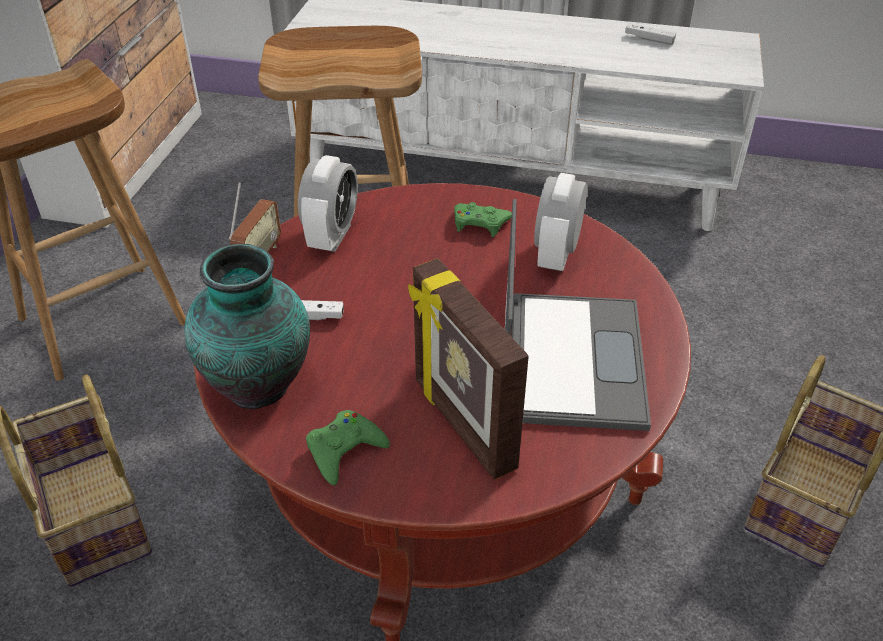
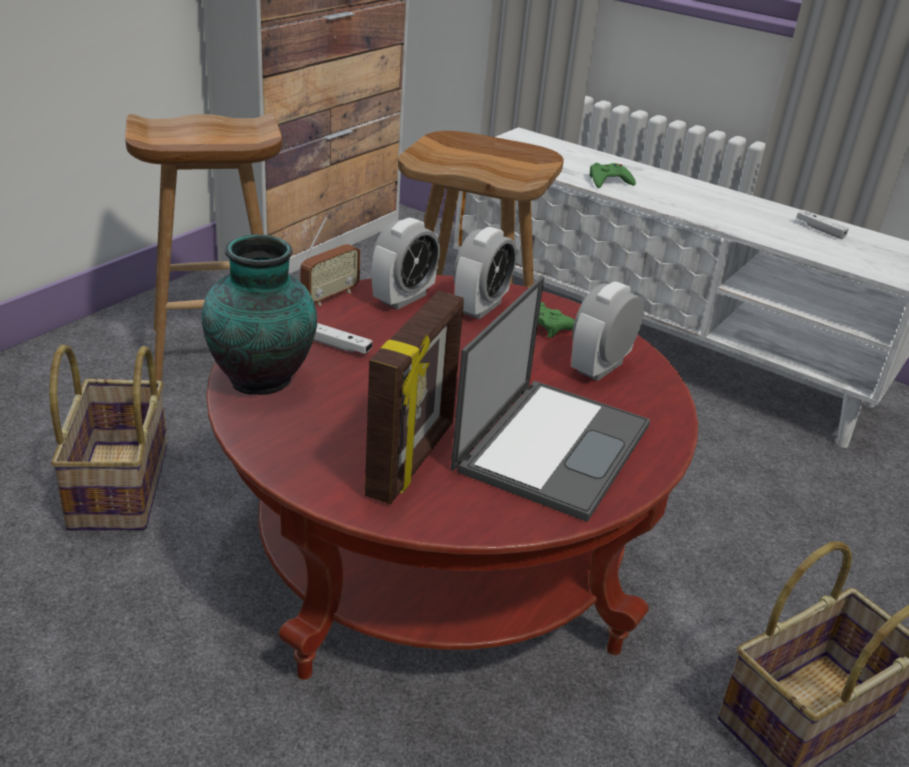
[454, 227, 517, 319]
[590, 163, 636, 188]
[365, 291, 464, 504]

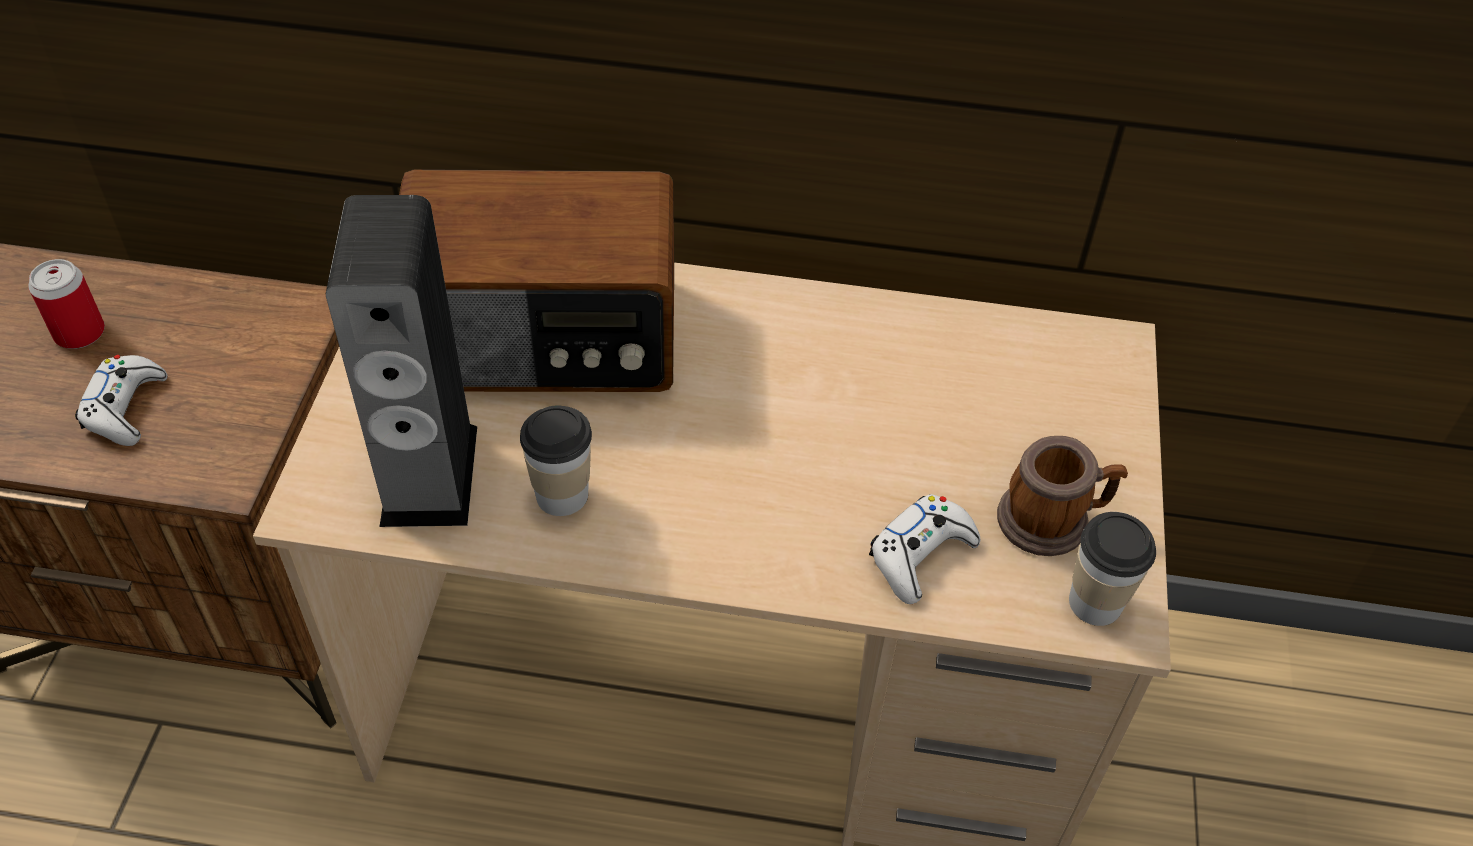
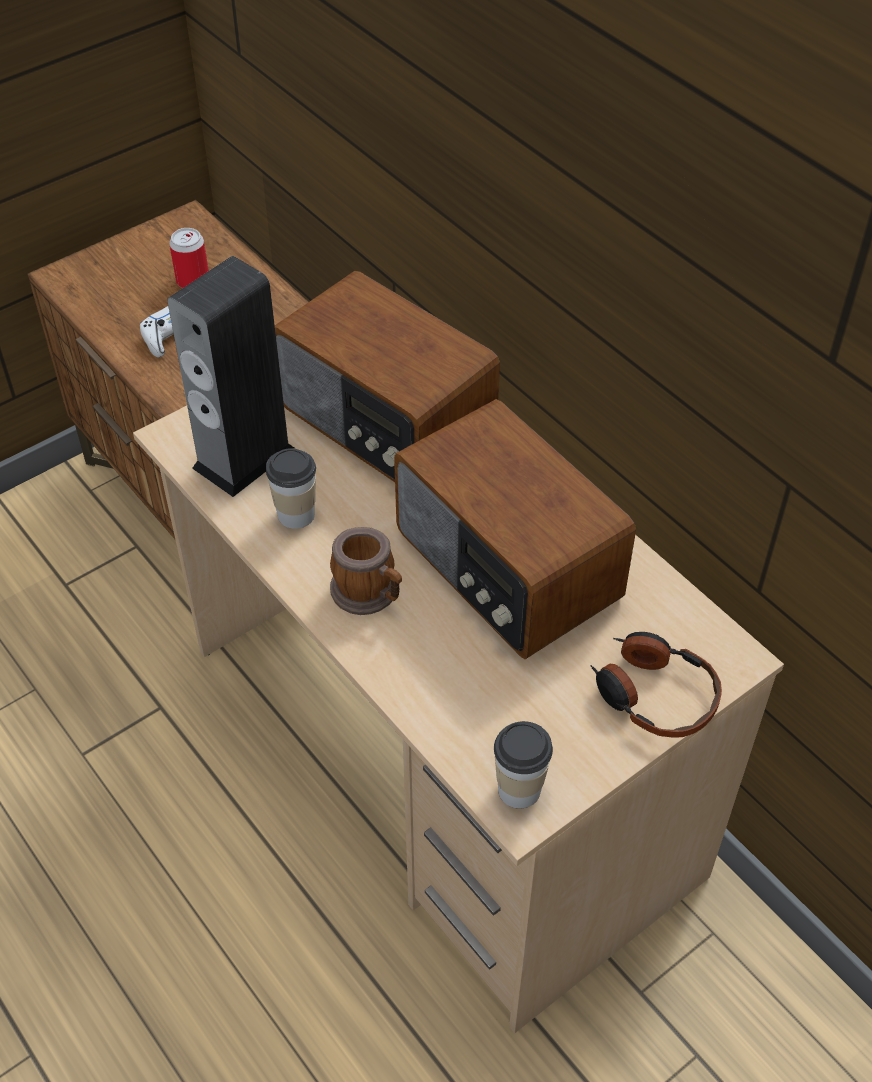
[869, 494, 980, 604] (first image)
[394, 399, 636, 659]
[591, 632, 722, 738]
[330, 527, 402, 615]

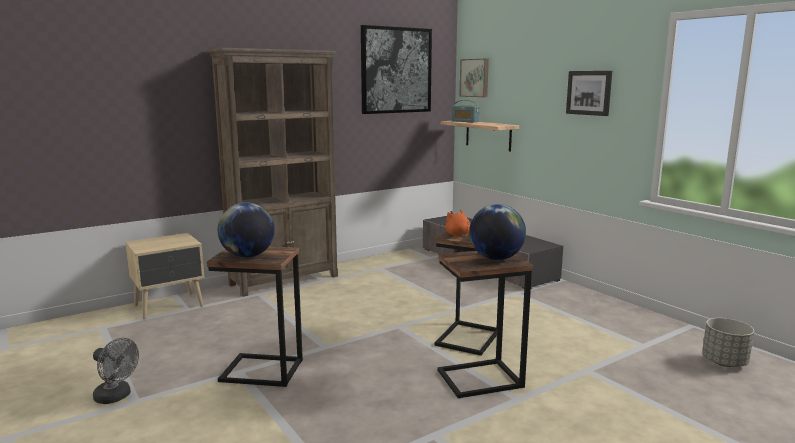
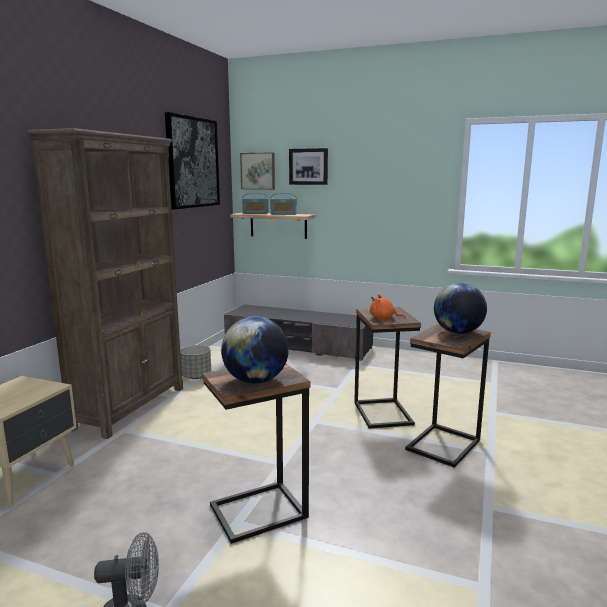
[270, 193, 297, 215]
[289, 148, 328, 185]
[180, 345, 211, 379]

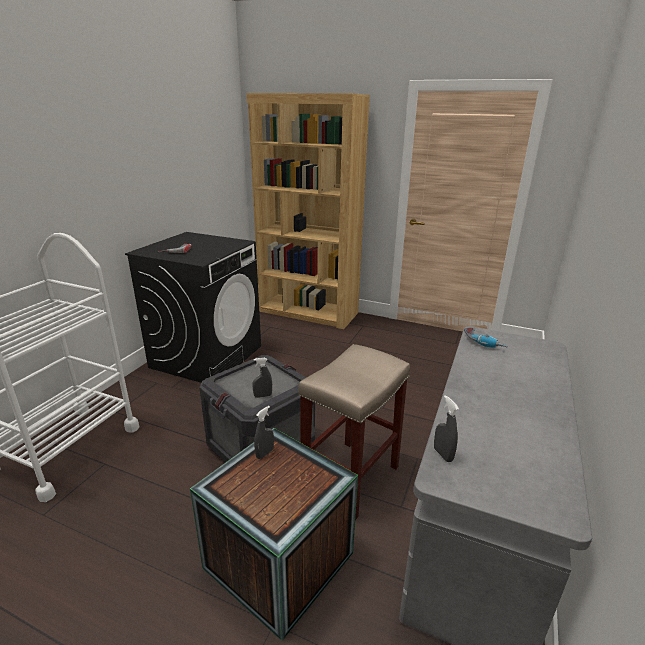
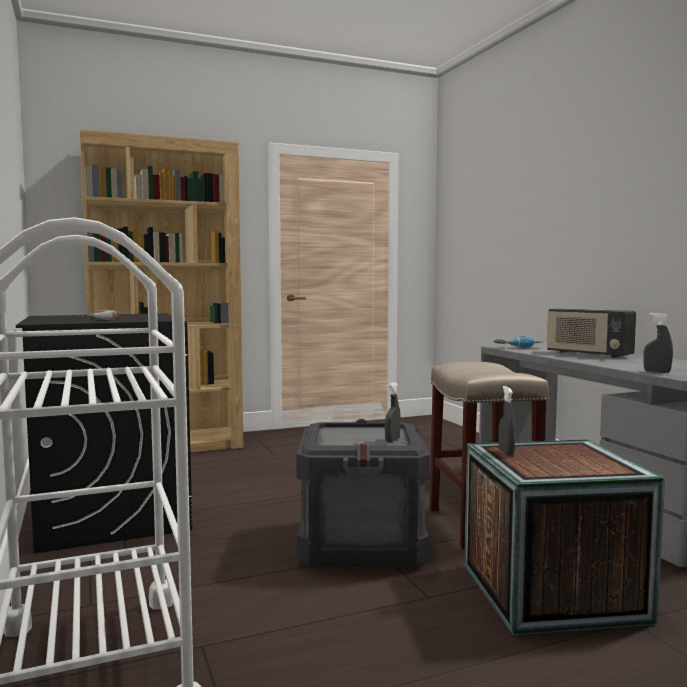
[546, 308, 636, 358]

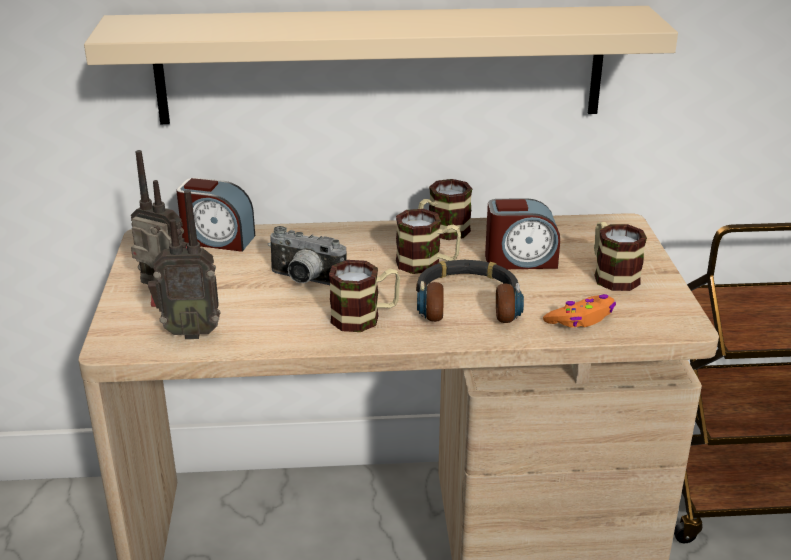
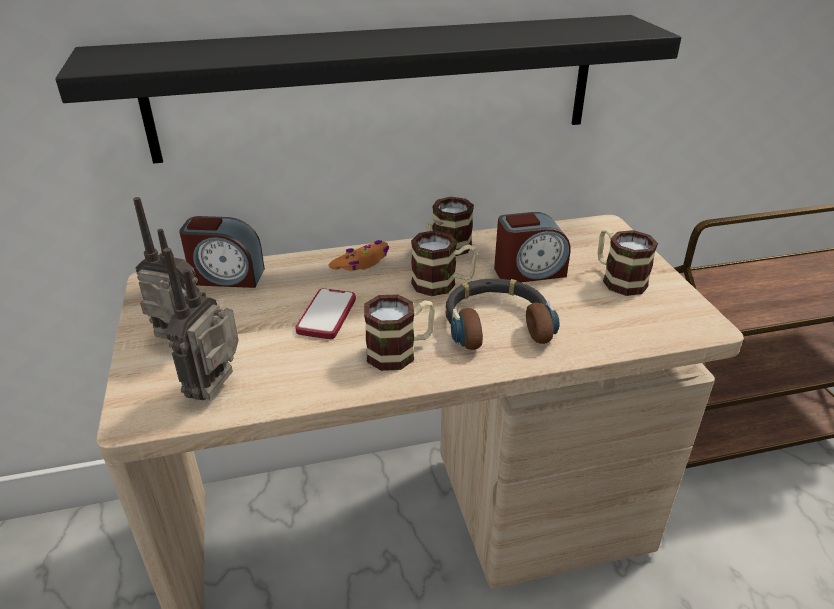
[328, 240, 389, 271]
[295, 288, 356, 339]
[55, 15, 681, 164]
[163, 248, 239, 400]

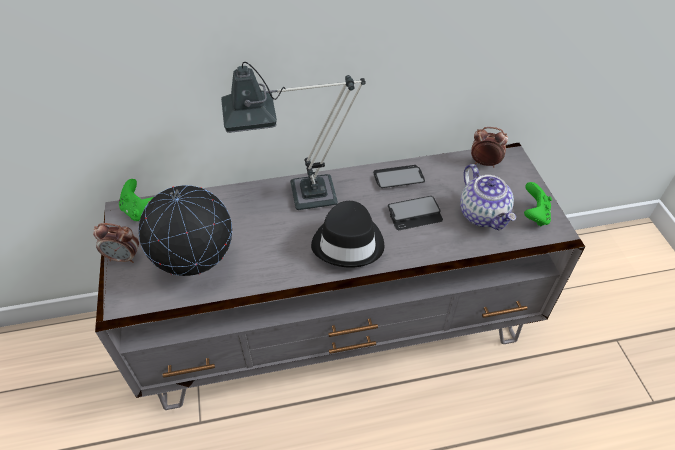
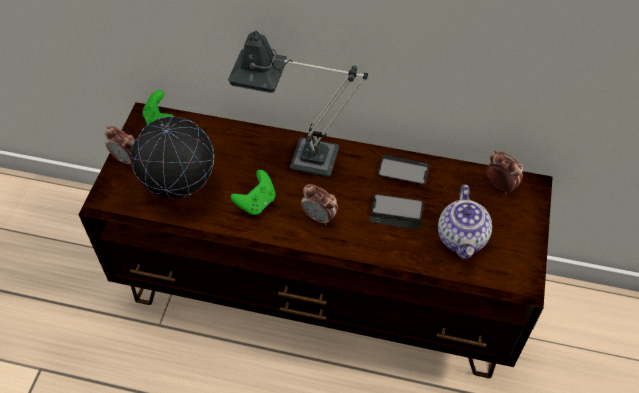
[230, 170, 275, 215]
[301, 184, 338, 226]
[79, 102, 553, 378]

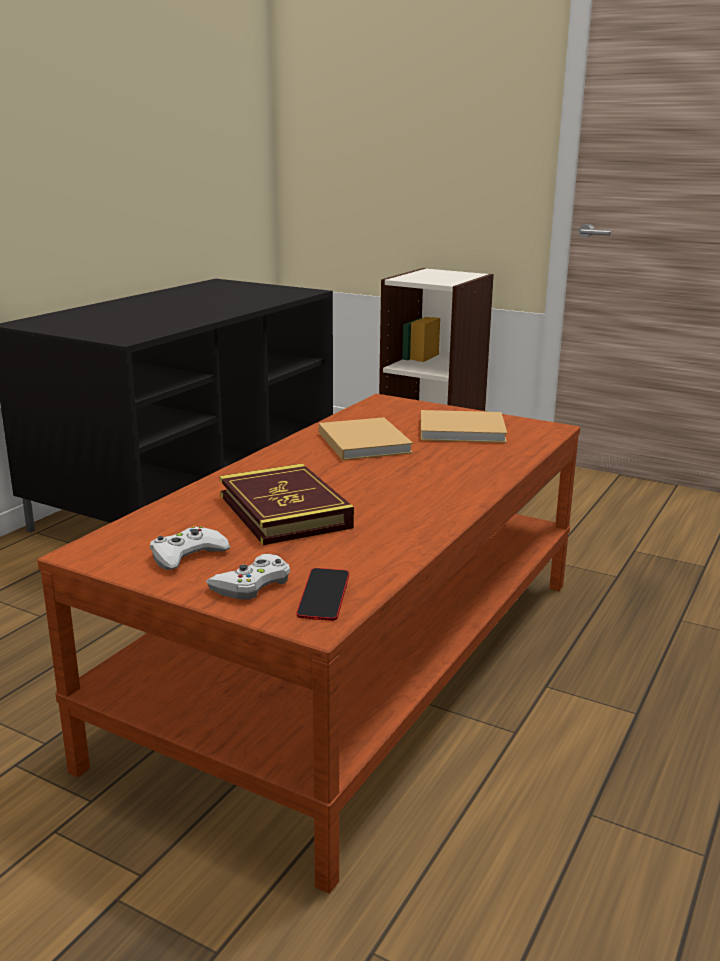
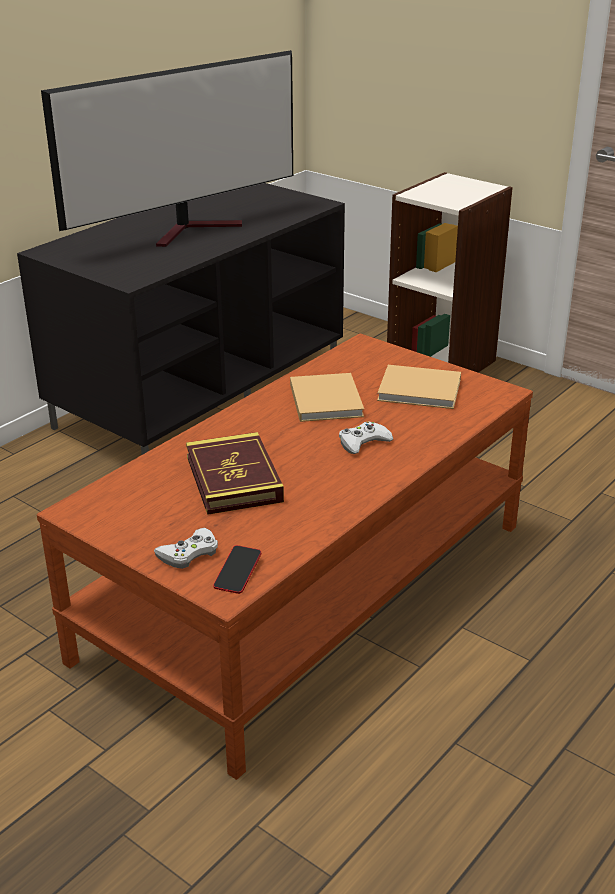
[41, 50, 293, 247]
[339, 421, 393, 454]

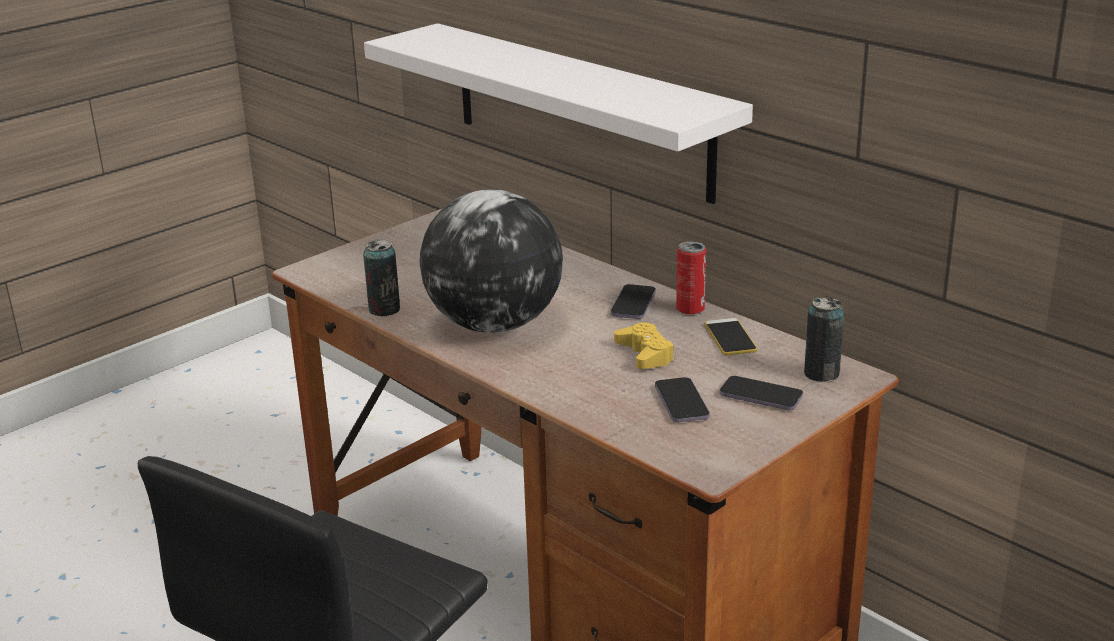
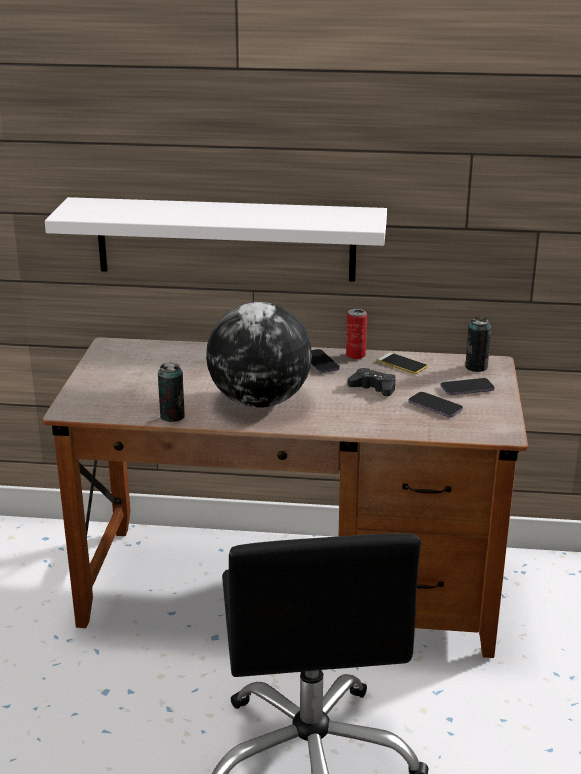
[347, 368, 395, 396]

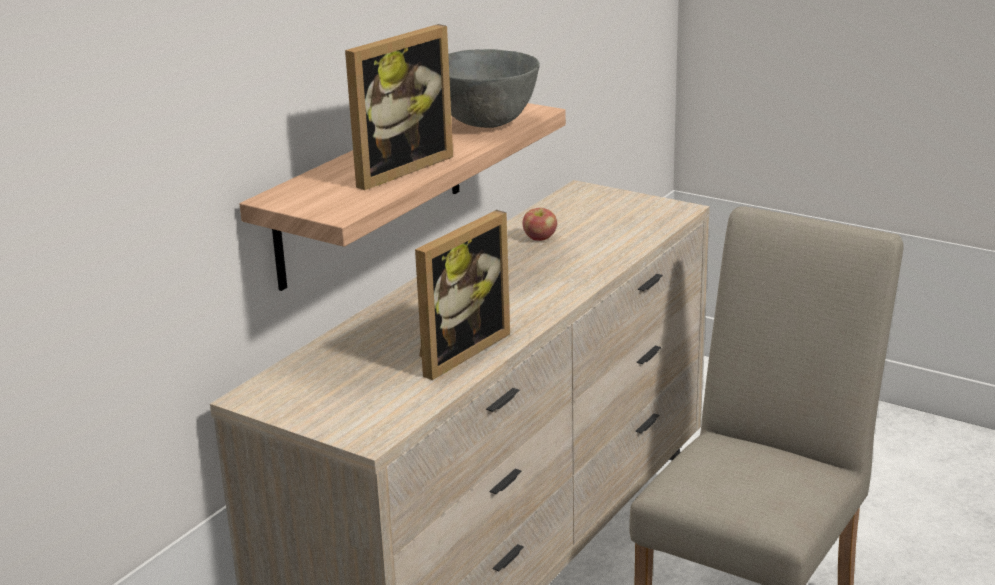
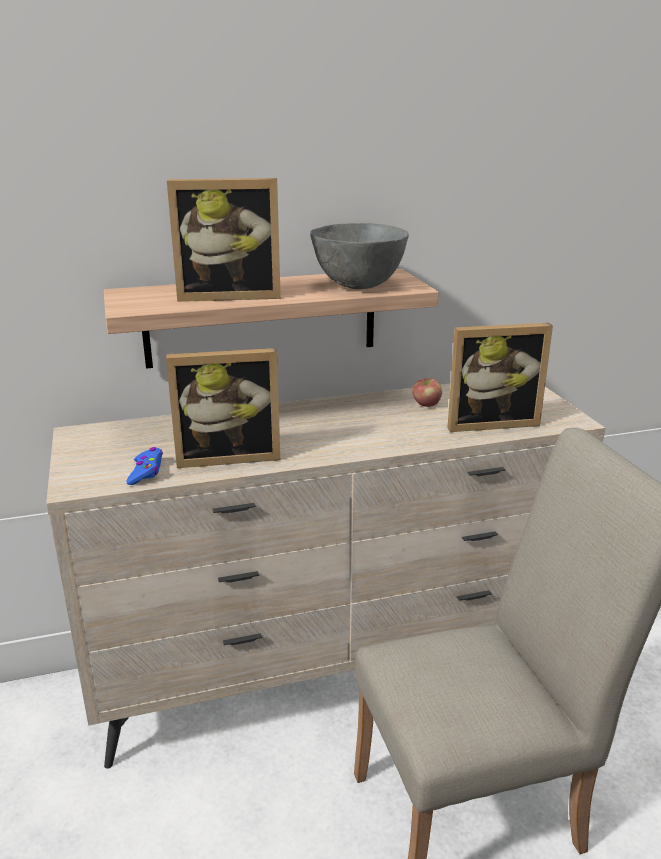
[127, 447, 163, 485]
[447, 323, 553, 432]

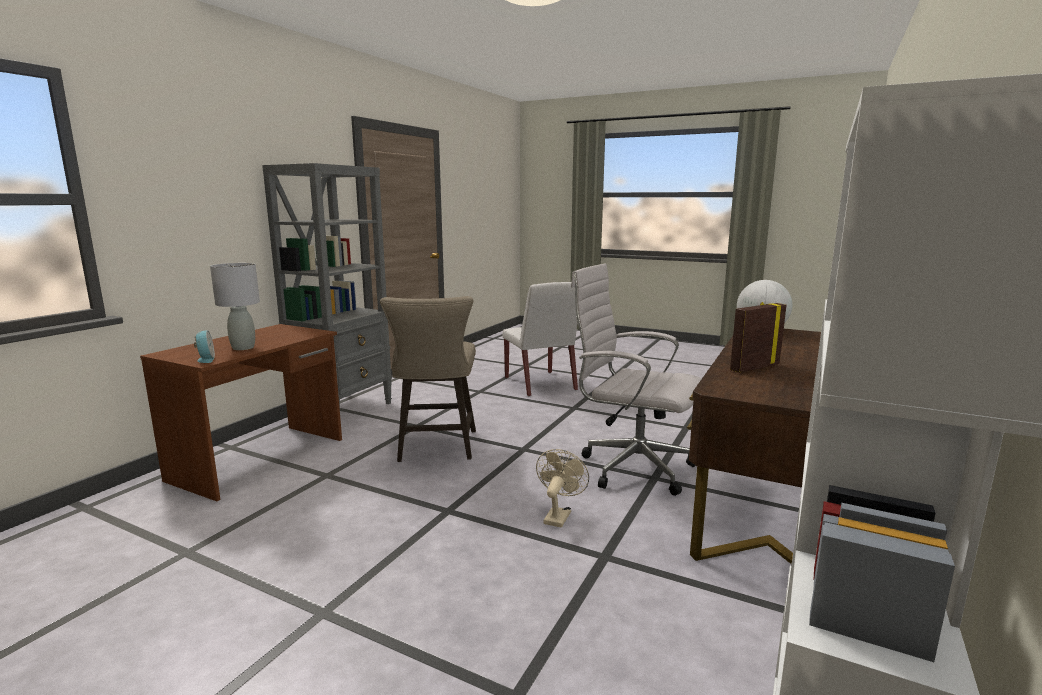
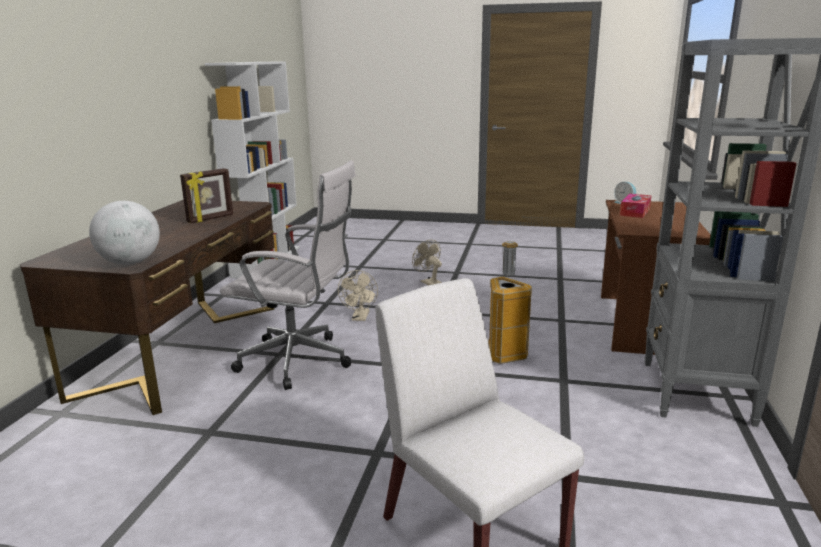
[412, 239, 442, 285]
[620, 194, 652, 218]
[488, 241, 532, 364]

